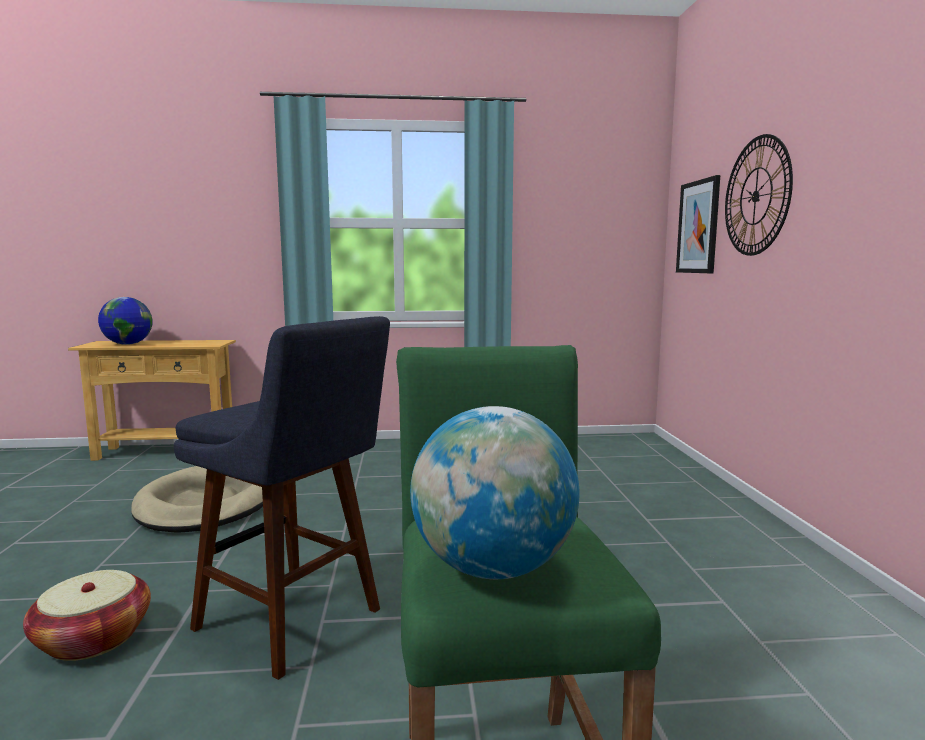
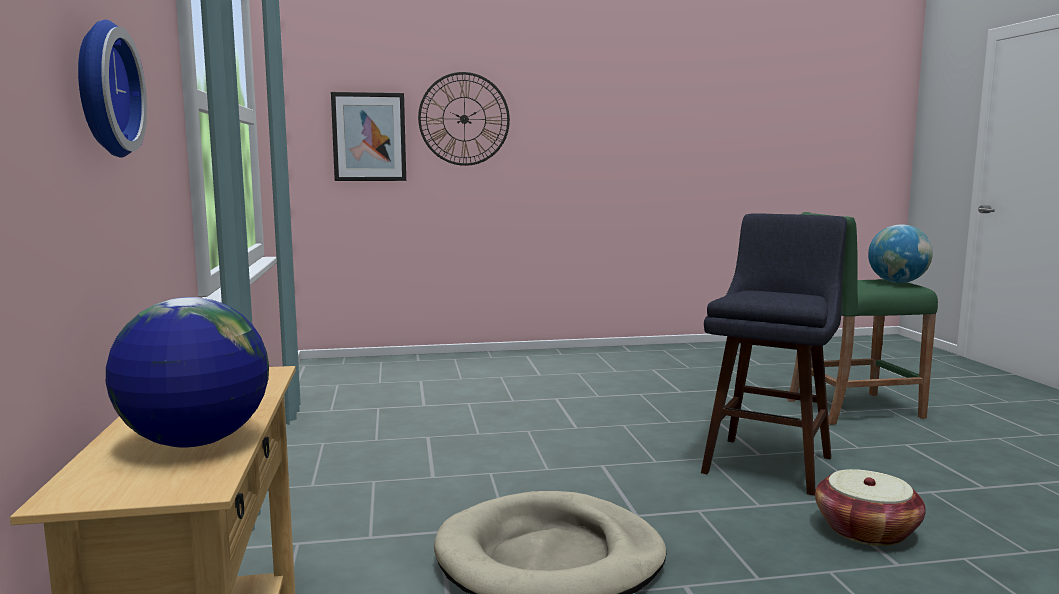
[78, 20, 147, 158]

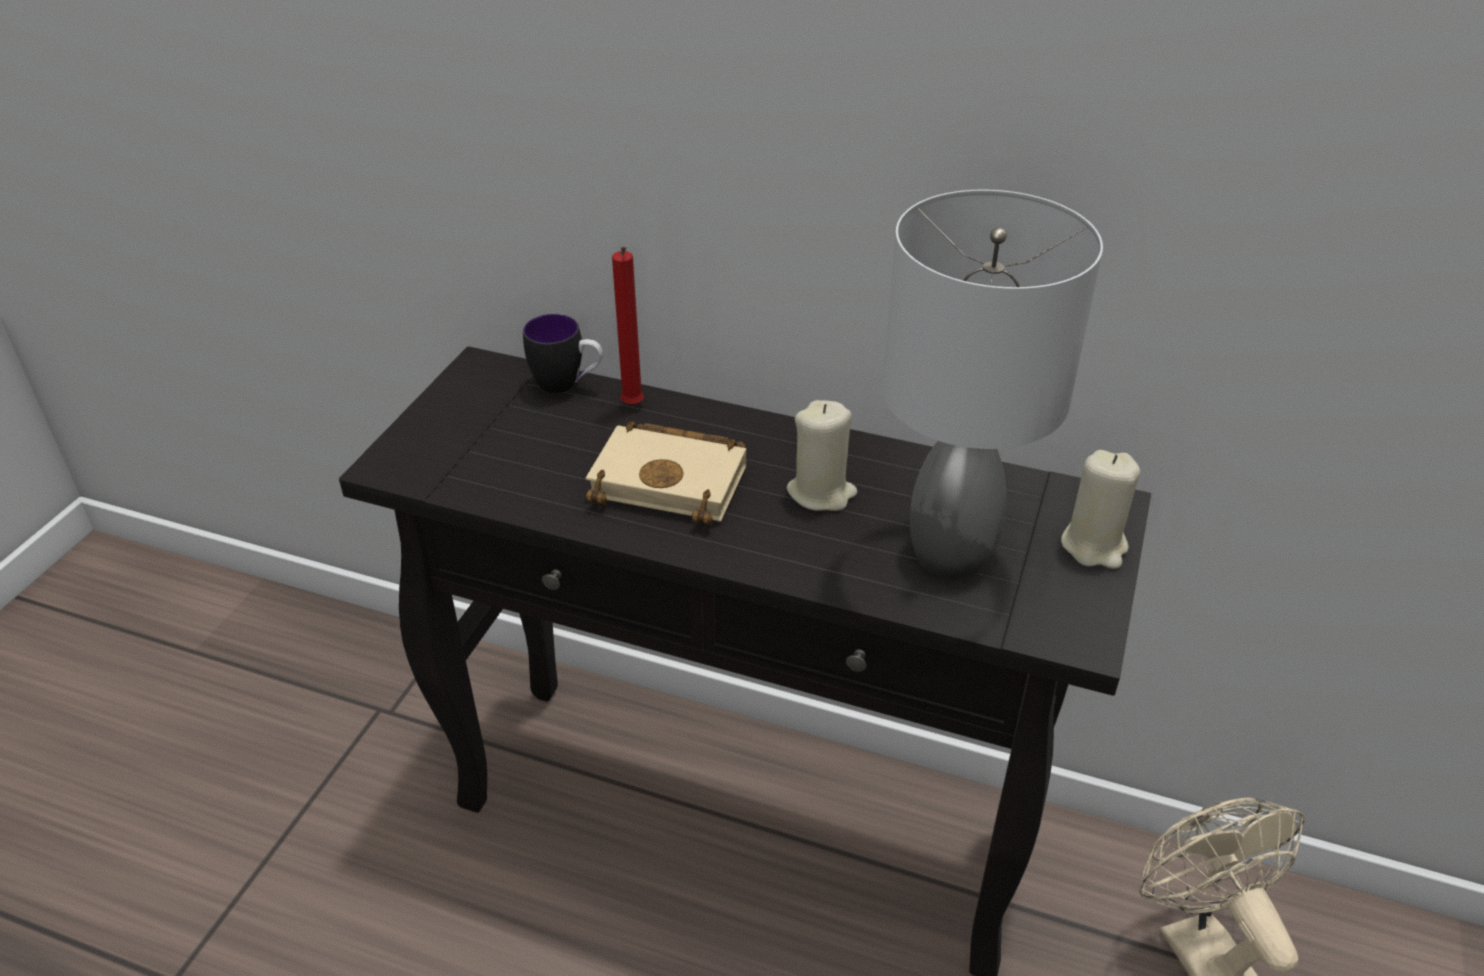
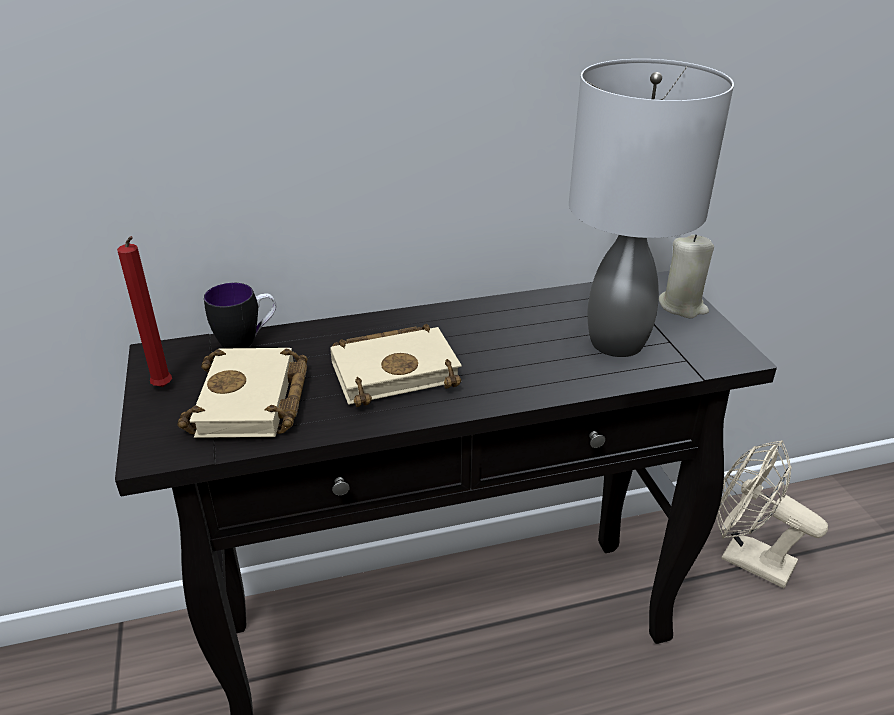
[786, 400, 857, 511] (first image)
[177, 348, 308, 438]
[117, 236, 172, 387]

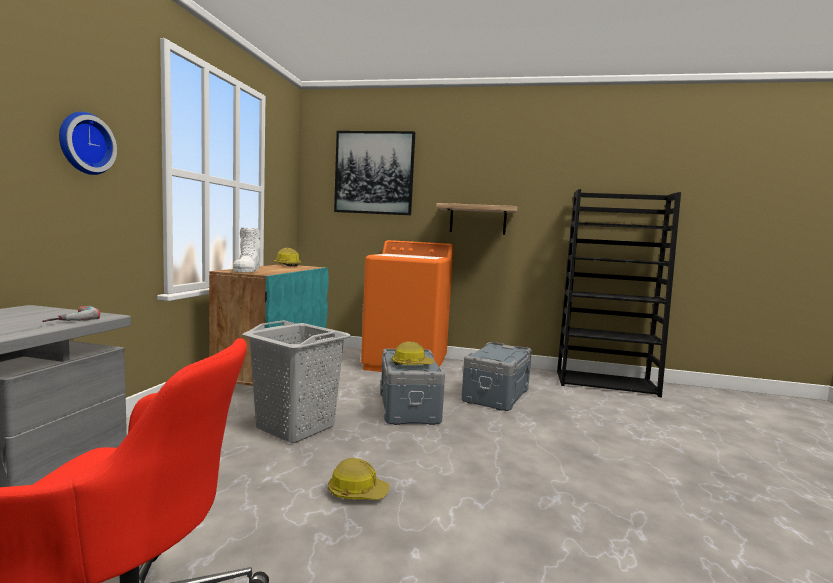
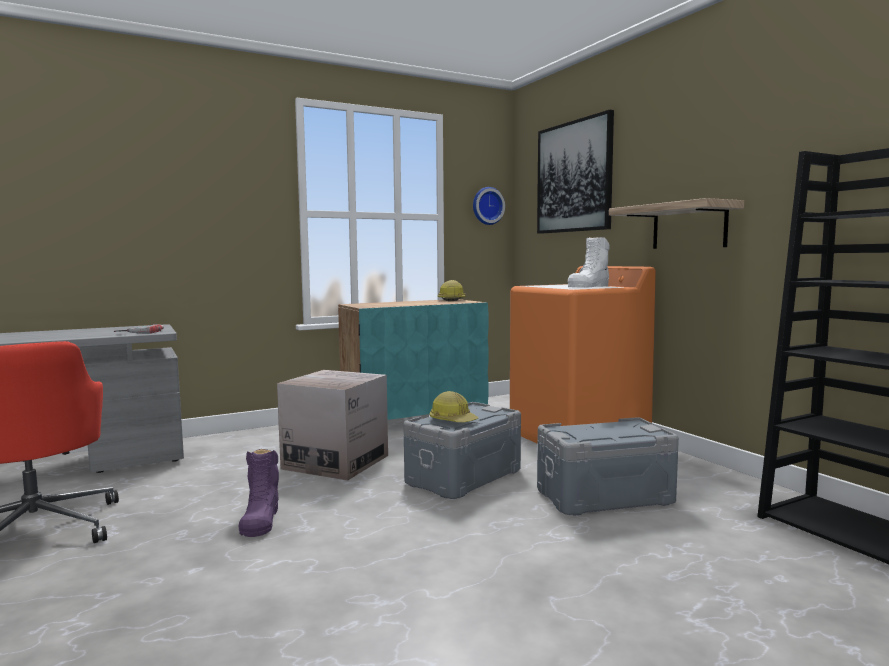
[473, 187, 505, 225]
[568, 237, 610, 288]
[277, 370, 388, 481]
[238, 449, 279, 537]

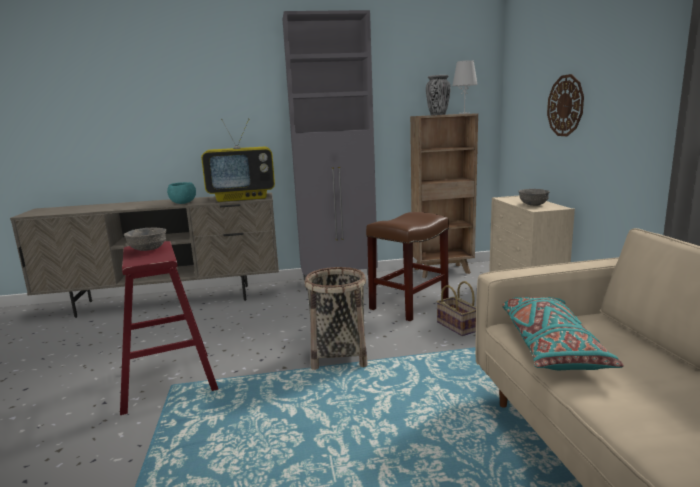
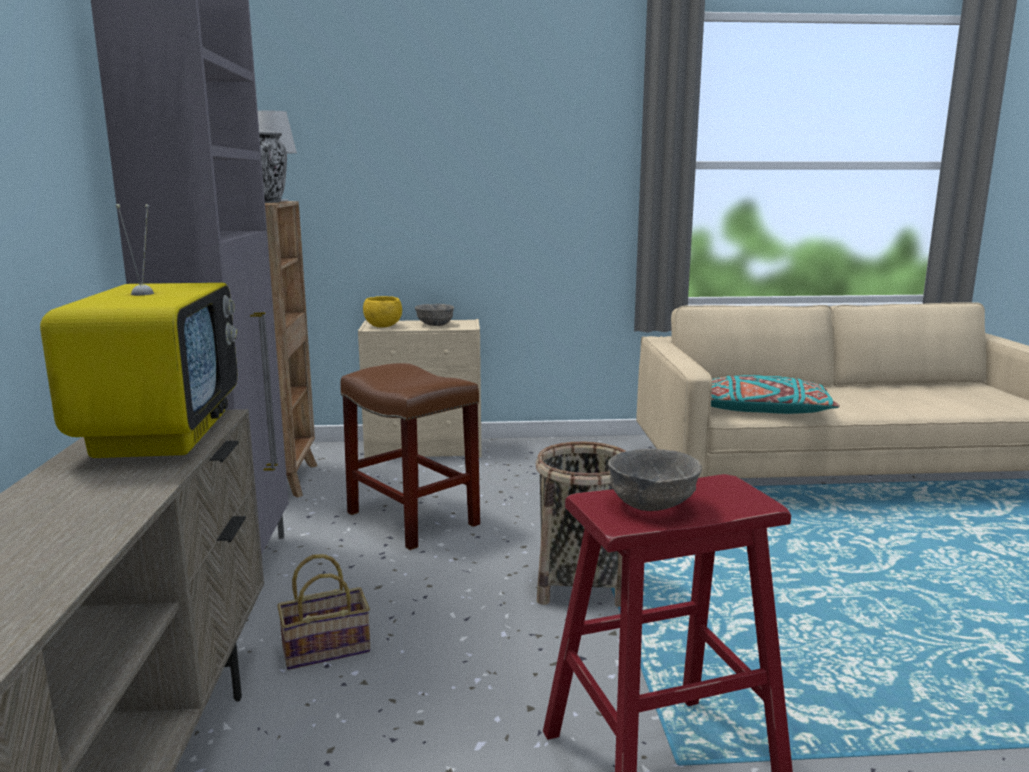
[167, 182, 196, 204] (first image)
[547, 74, 584, 136] (first image)
[363, 296, 402, 328]
[277, 554, 370, 670]

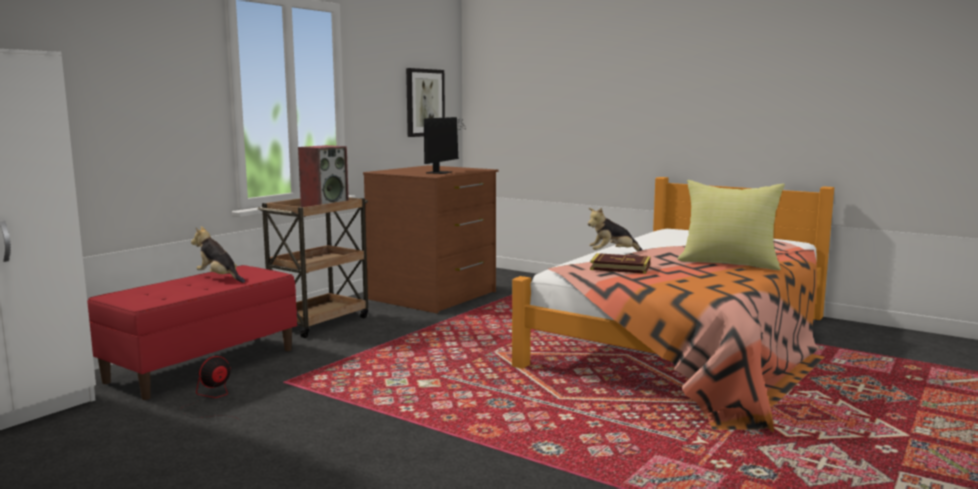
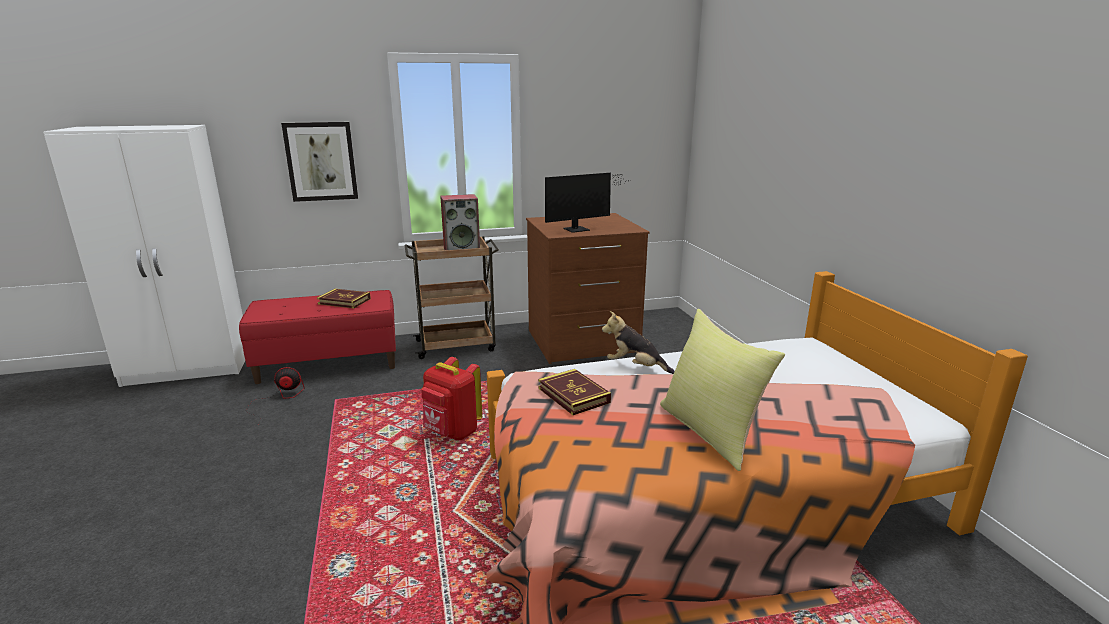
[421, 357, 482, 441]
[281, 122, 358, 202]
[317, 289, 371, 308]

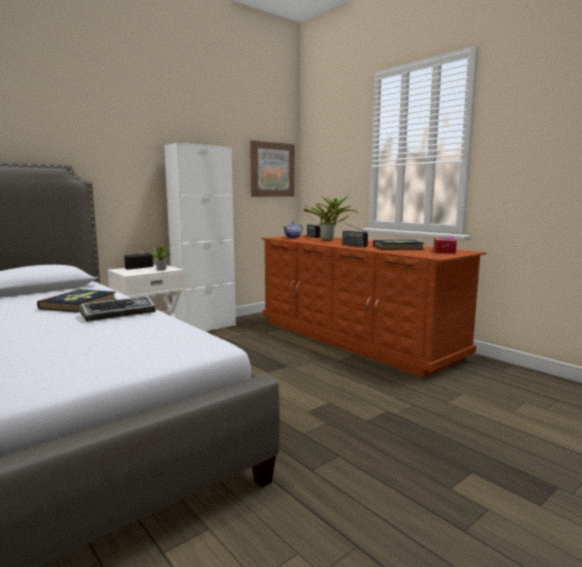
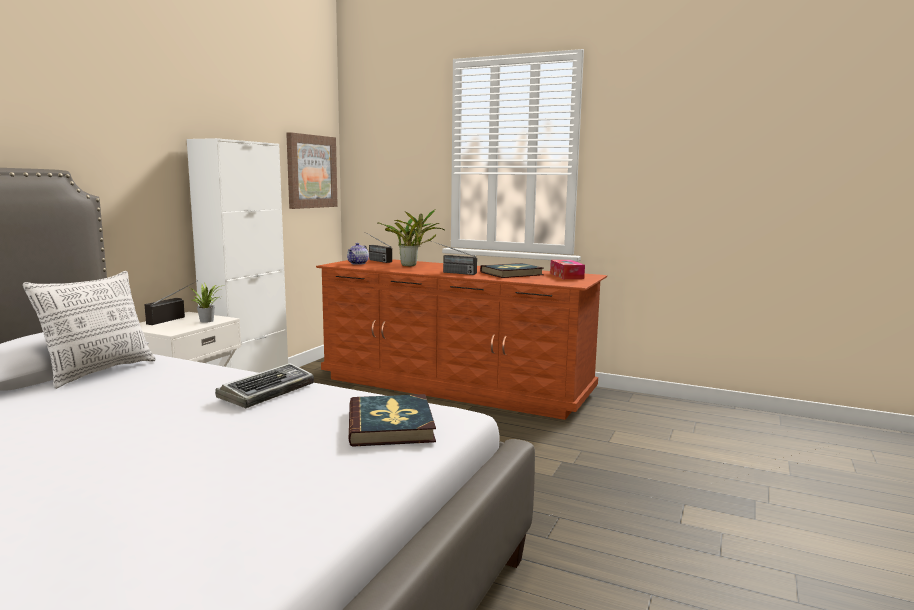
[23, 271, 156, 389]
[349, 394, 436, 447]

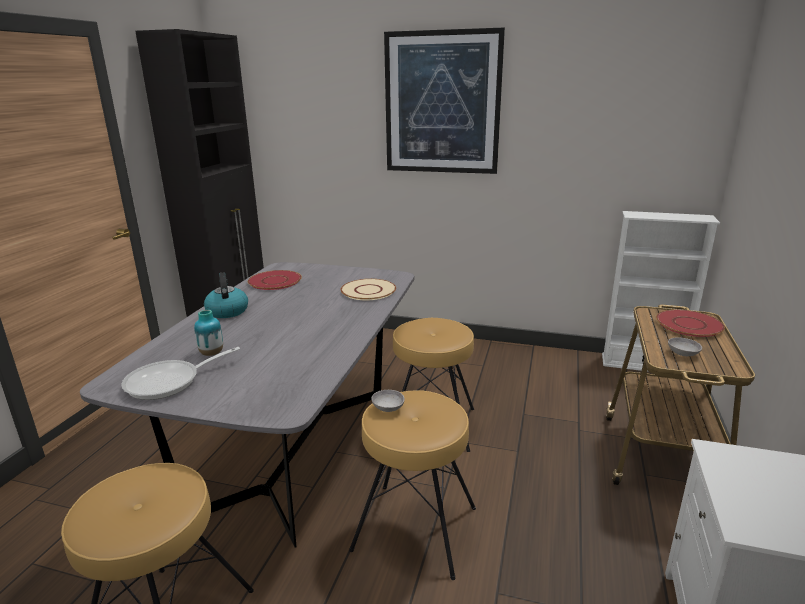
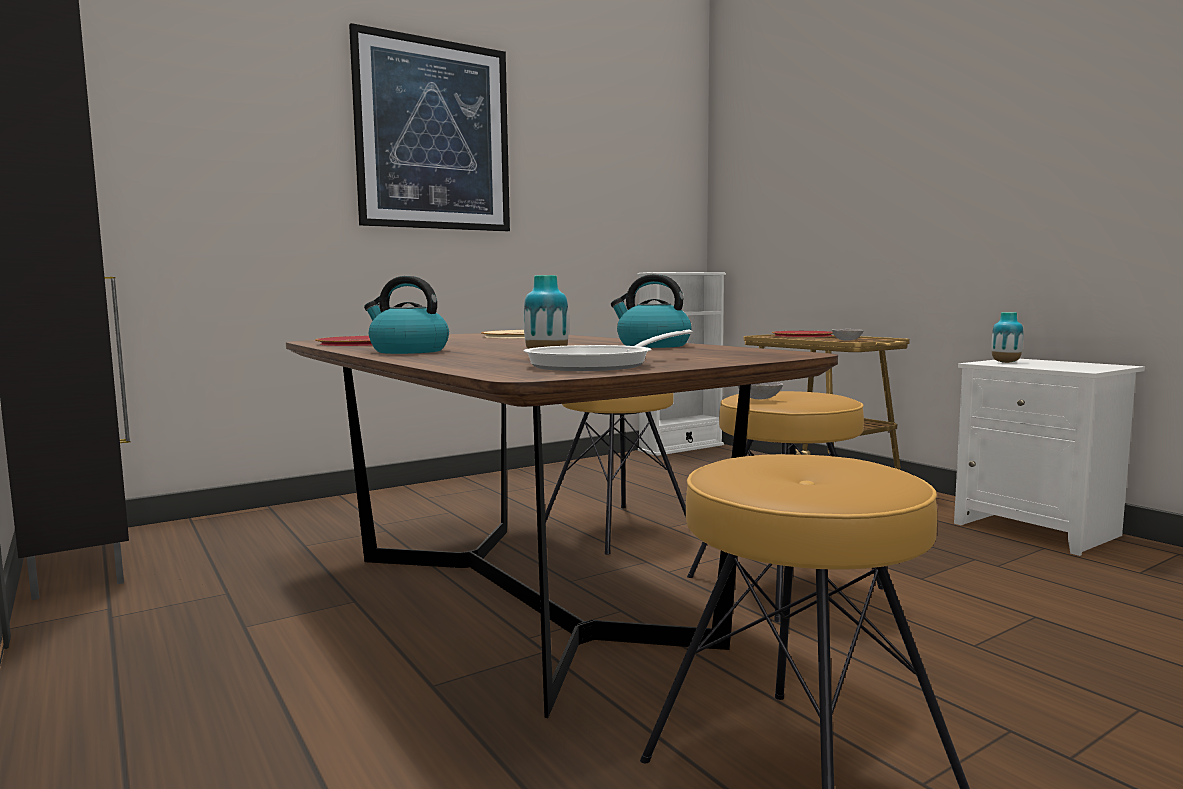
[611, 274, 692, 348]
[991, 312, 1023, 363]
[286, 333, 838, 718]
[523, 330, 693, 371]

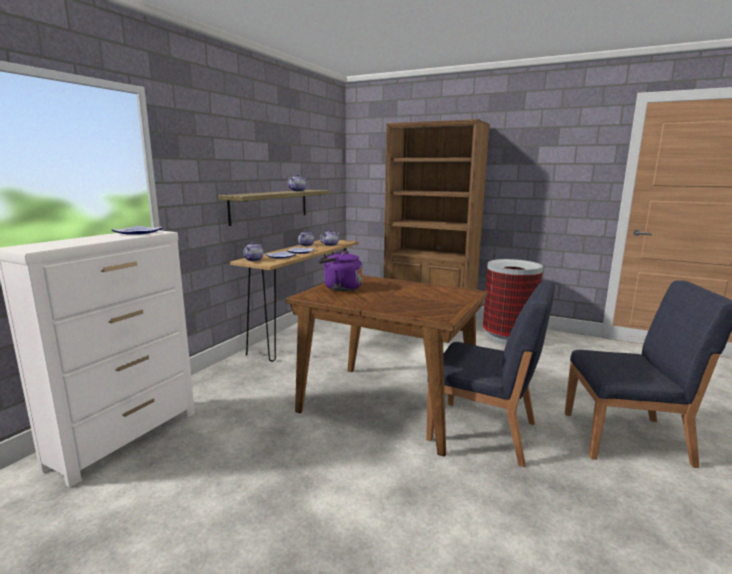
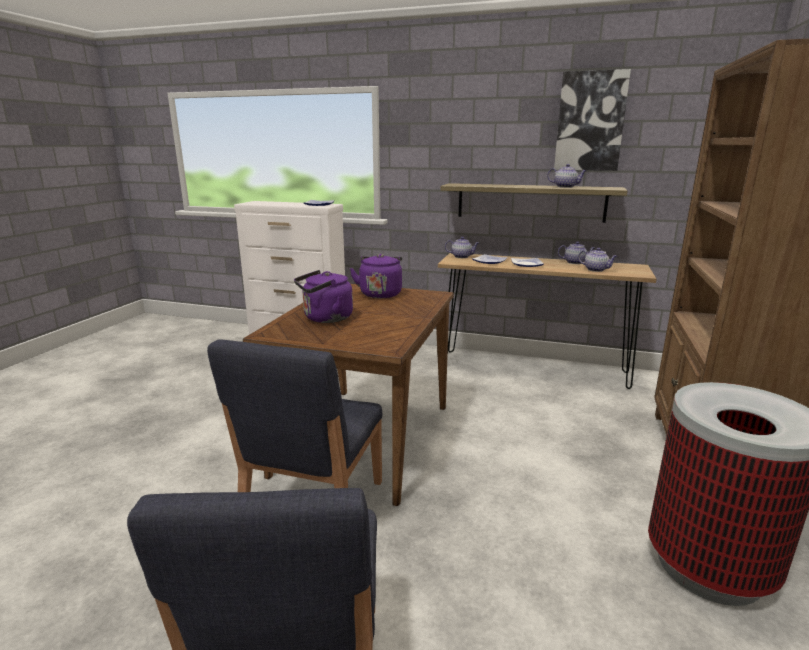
[294, 270, 353, 323]
[554, 69, 631, 171]

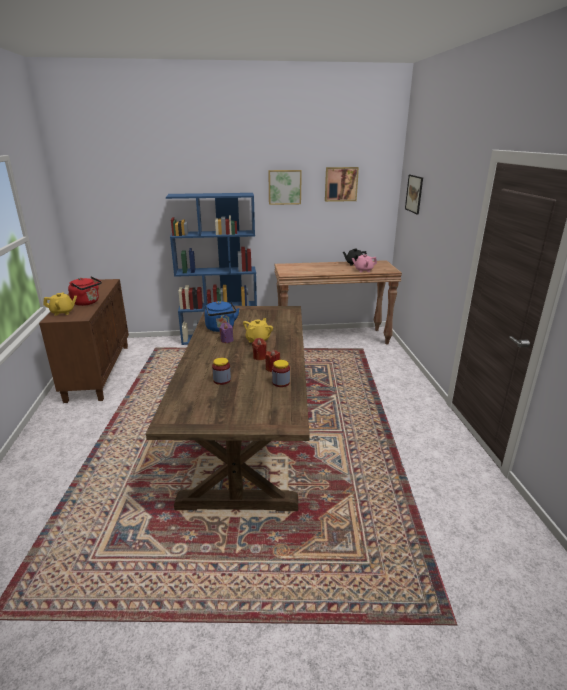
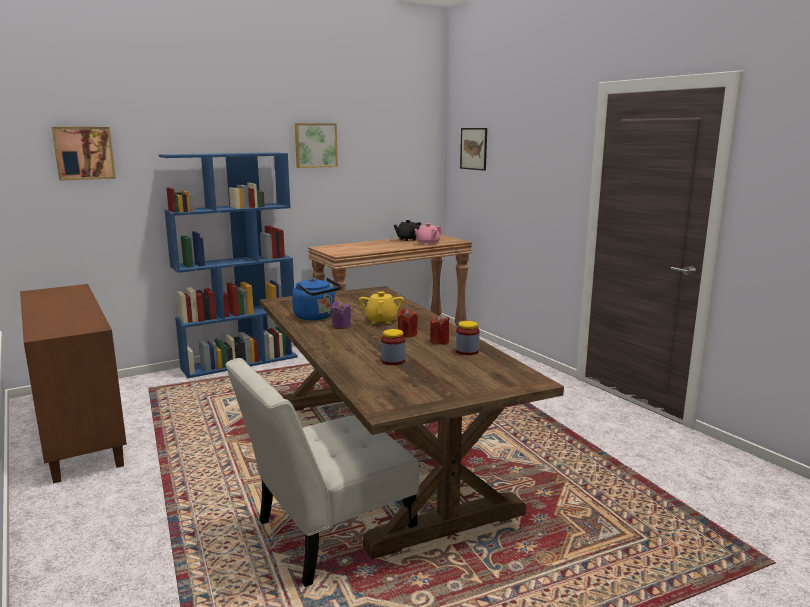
[43, 293, 77, 316] (first image)
[68, 276, 102, 306] (first image)
[225, 358, 419, 587]
[52, 127, 116, 181]

